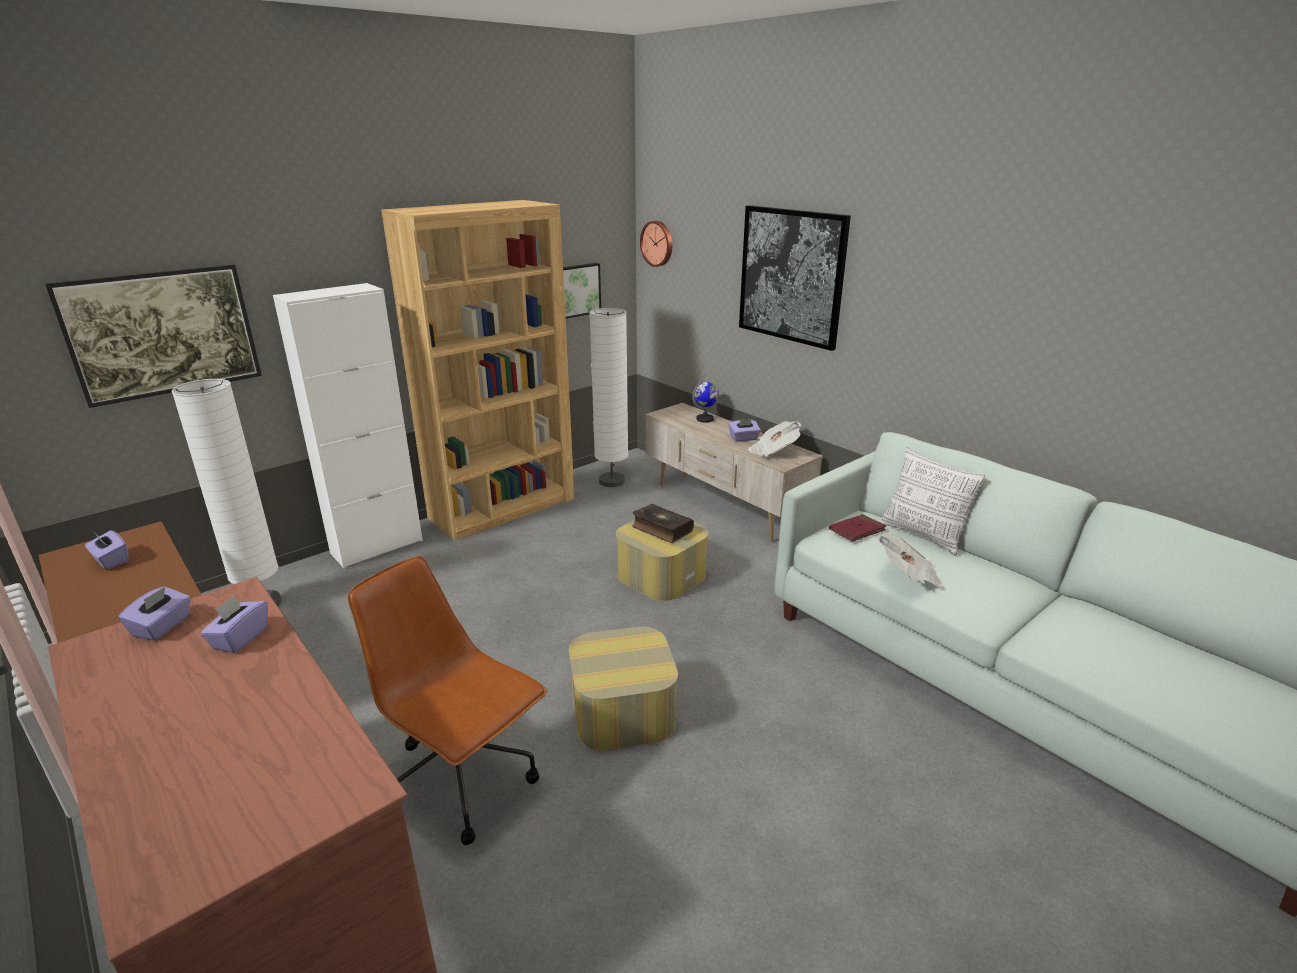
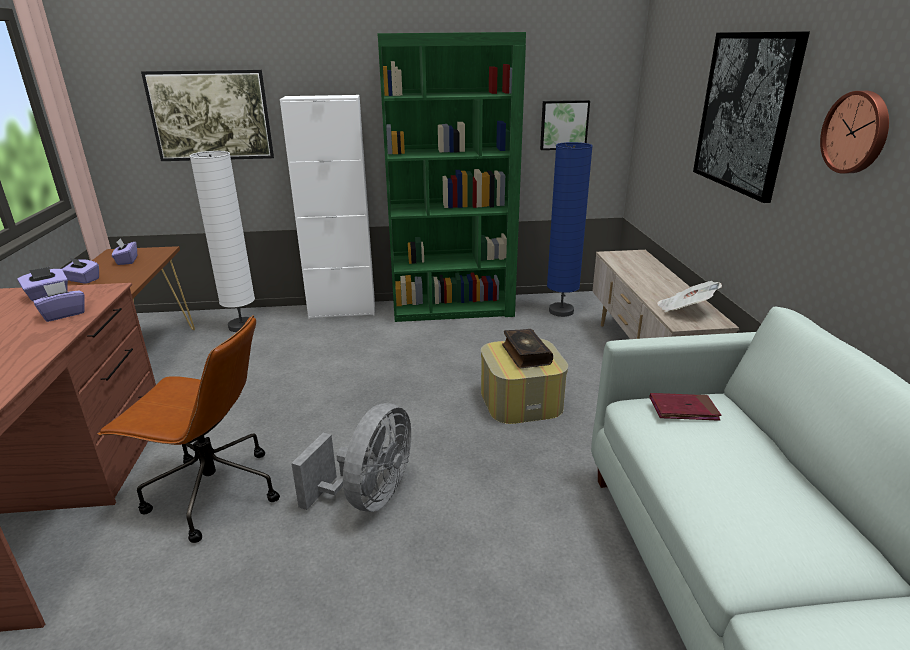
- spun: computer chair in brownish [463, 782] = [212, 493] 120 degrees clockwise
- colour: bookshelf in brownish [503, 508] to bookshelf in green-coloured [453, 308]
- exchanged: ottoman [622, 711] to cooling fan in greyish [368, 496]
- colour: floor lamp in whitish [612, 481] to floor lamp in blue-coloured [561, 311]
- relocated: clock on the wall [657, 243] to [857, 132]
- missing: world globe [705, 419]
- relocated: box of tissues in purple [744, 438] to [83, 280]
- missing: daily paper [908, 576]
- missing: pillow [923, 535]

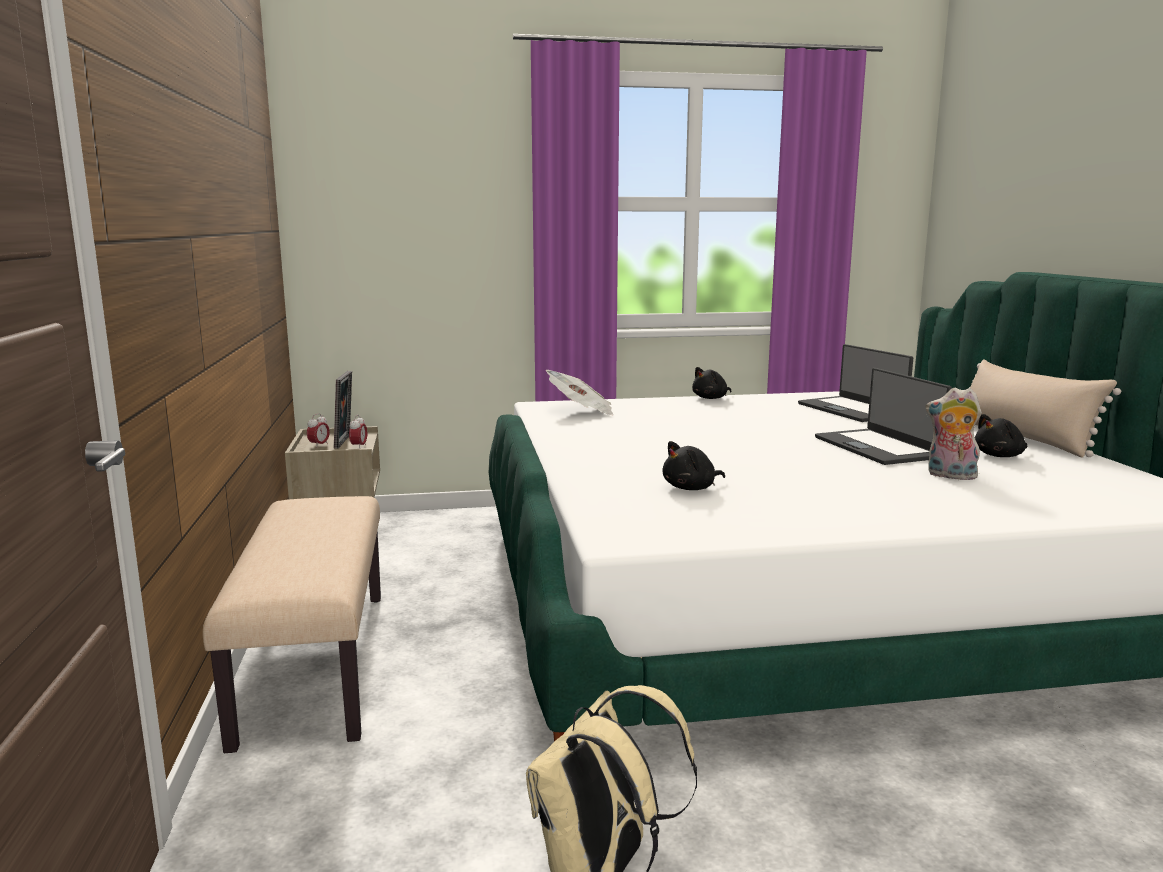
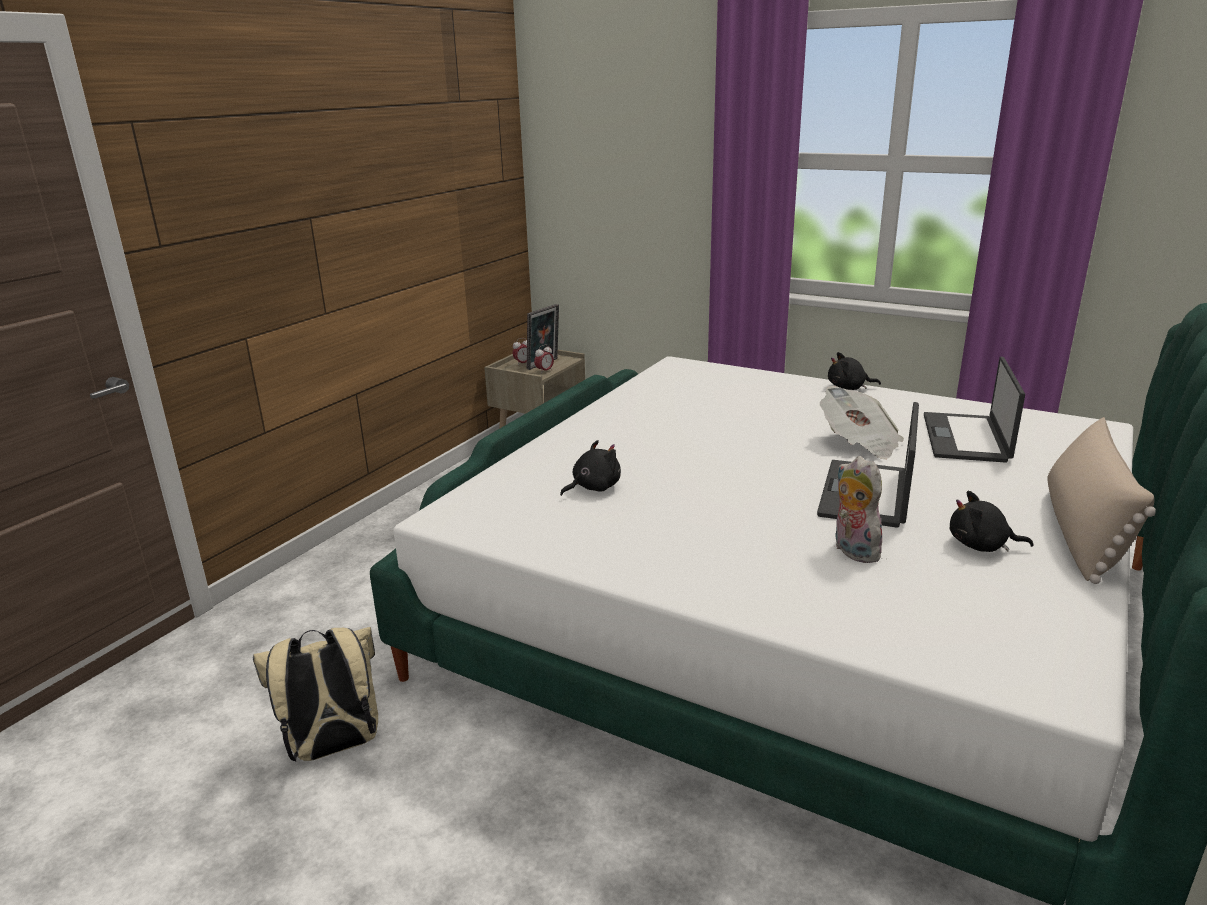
- missing: bench in beige-coloured [313, 663]
- relocated: daily paper [581, 411] to [859, 443]
- spun: cuddly toy in blackish [691, 488] = [593, 487] 135 degrees clockwise

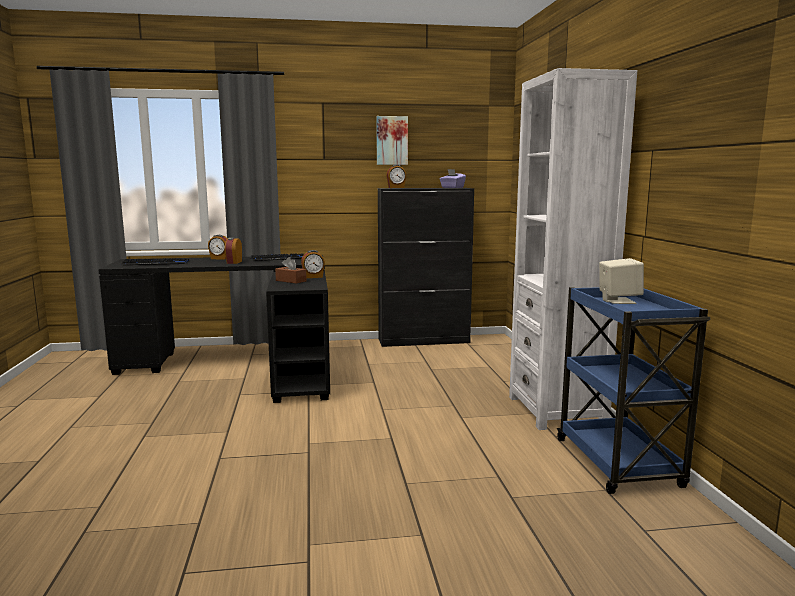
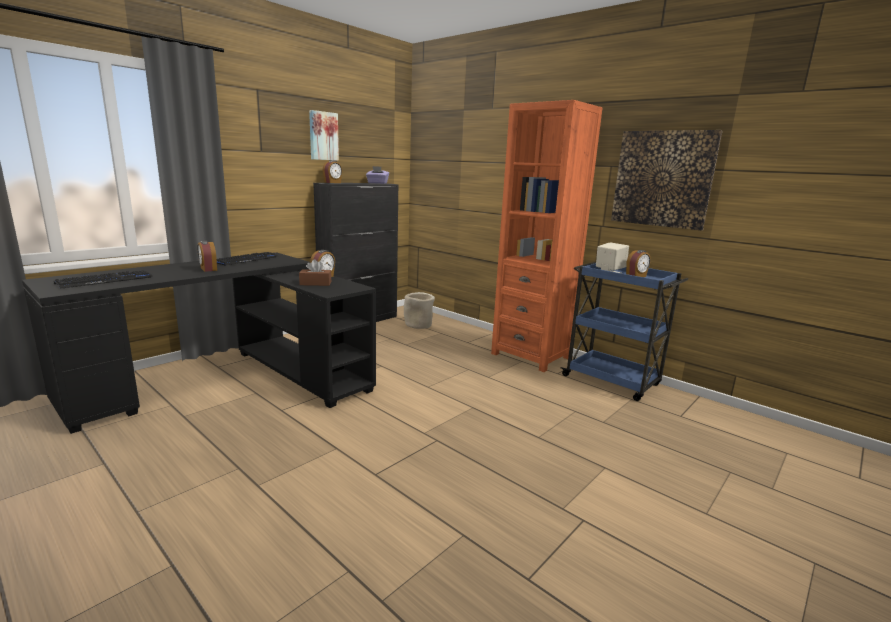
- relocated: bedside clock [220, 258] to [636, 276]
- colour: bookshelf in whitish [556, 410] to bookshelf in orange-coloured [531, 355]
- appeared: plant pot in beige-coloured [418, 325]
- appeared: picture [663, 179]

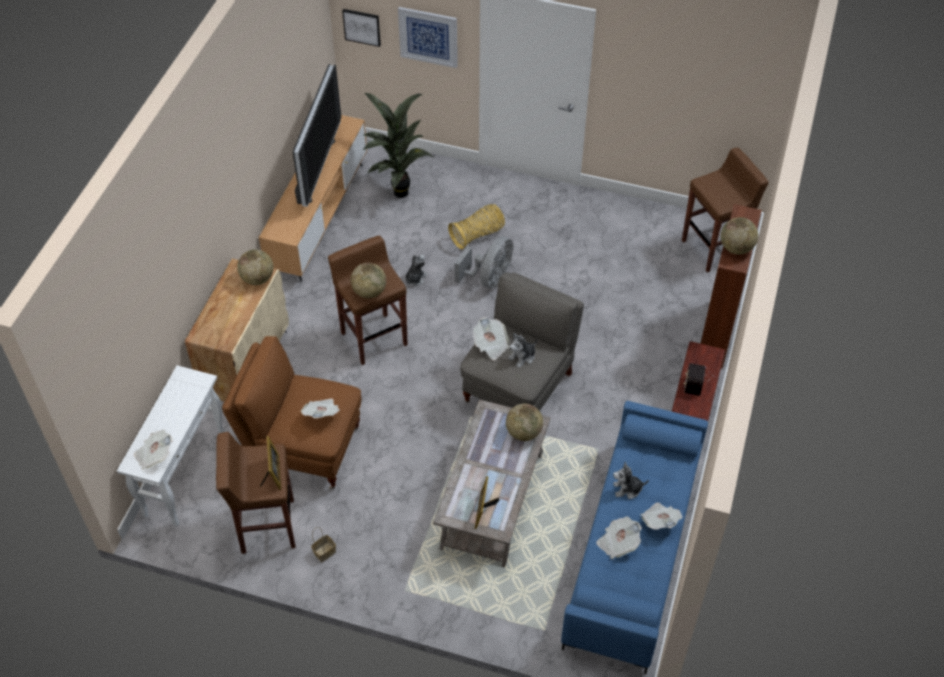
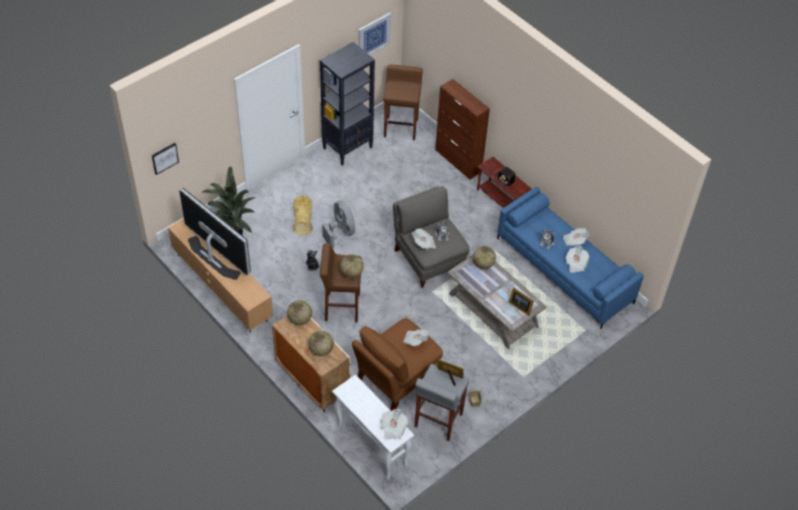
- colour: stool seat in brownish [266, 526] to stool seat in greyish [438, 421]
- relocated: picture [428, 36] to [374, 36]
- relocated: world globe [736, 248] to [321, 350]
- appeared: bookshelf in blackish [348, 148]

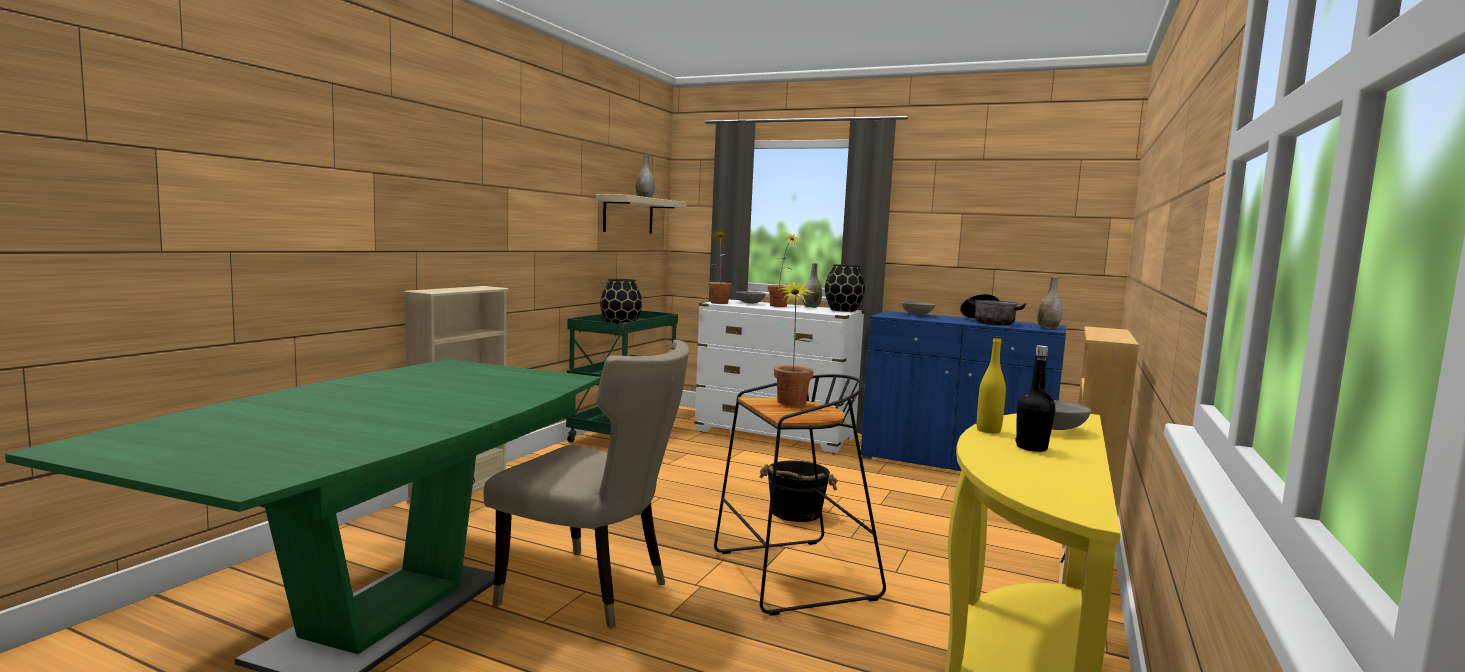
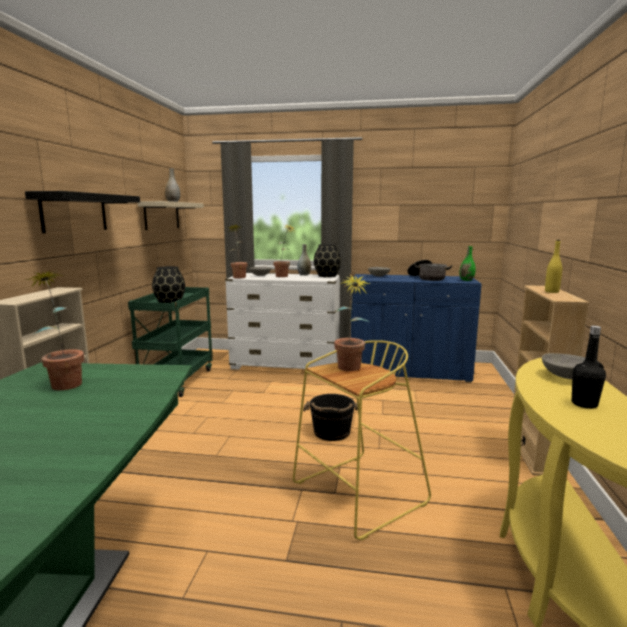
- missing: upright chair in beige-coloured [592, 592]
- colour: stool seat in blackish [792, 576] to stool seat in yellowish [358, 495]
- relocated: beverage bottle in yellowish [988, 430] to [551, 292]
- colour: vase in greyish [1048, 328] to vase in green-coloured [466, 280]
- appeared: plant in a pot [64, 382]
- appeared: shelf in blackish [75, 212]

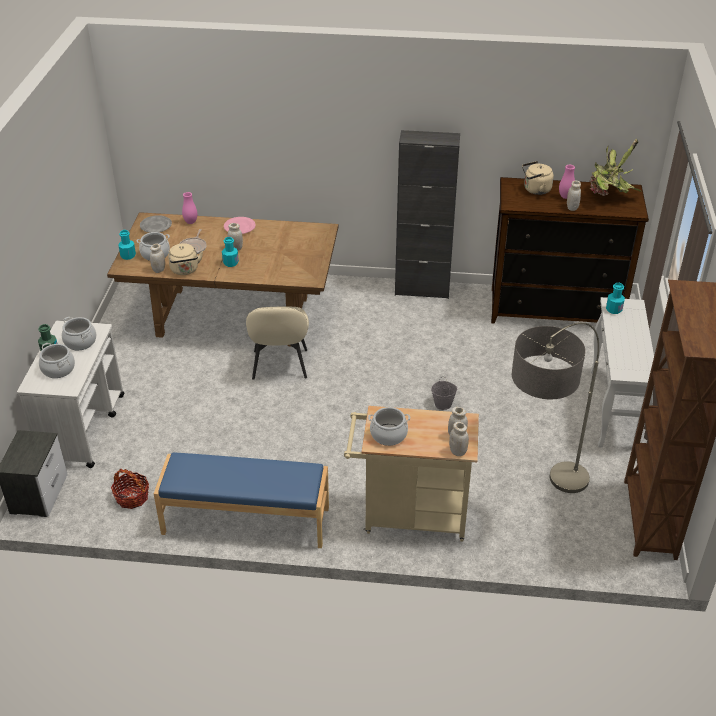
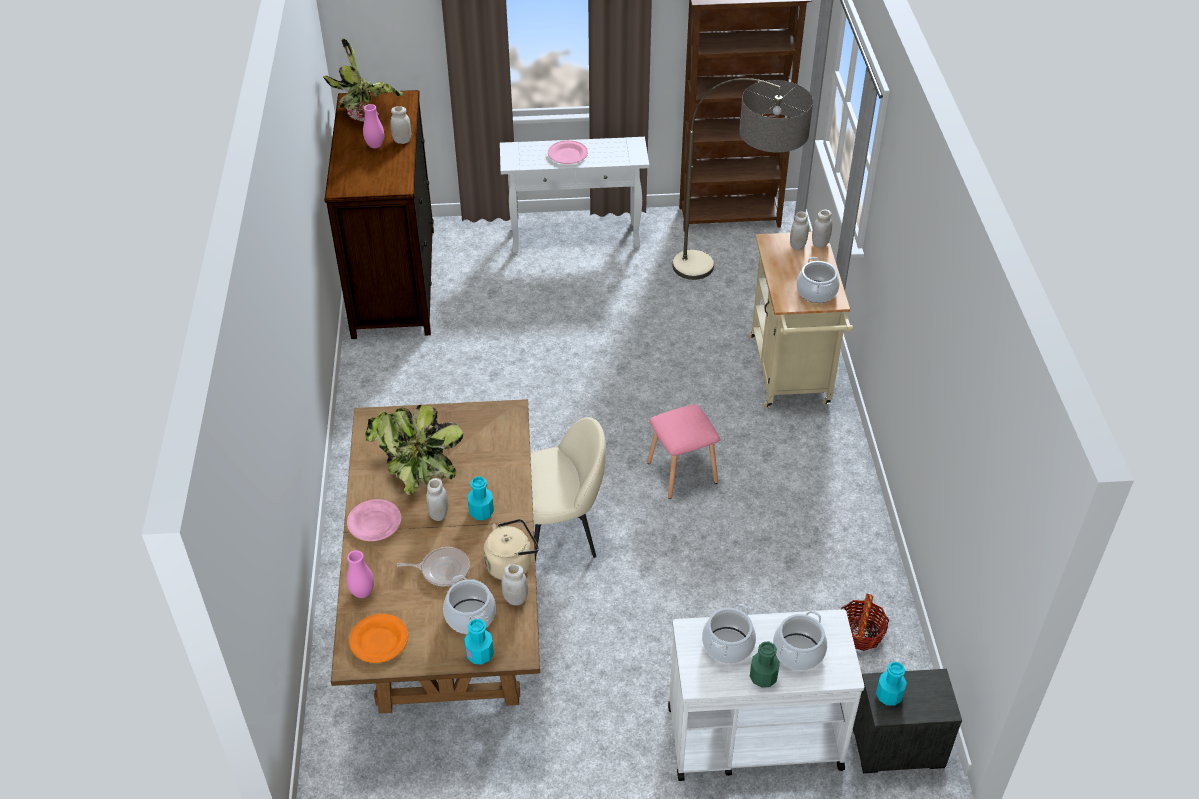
- colour: flat dish in greyish [155, 226] to flat dish in orange-coloured [379, 641]
- missing: bench in blue-coloured [246, 521]
- missing: storage cabinet in blackish [422, 290]
- missing: water bucket in greyish [443, 404]
- missing: water kettle in beige-coloured [535, 190]
- relocated: beverage bottle in turquoise [613, 309] to [889, 695]
- appeared: plant in a pot [415, 470]
- appeared: flat dish in pink [568, 155]
- appeared: stool seat in pink [681, 473]

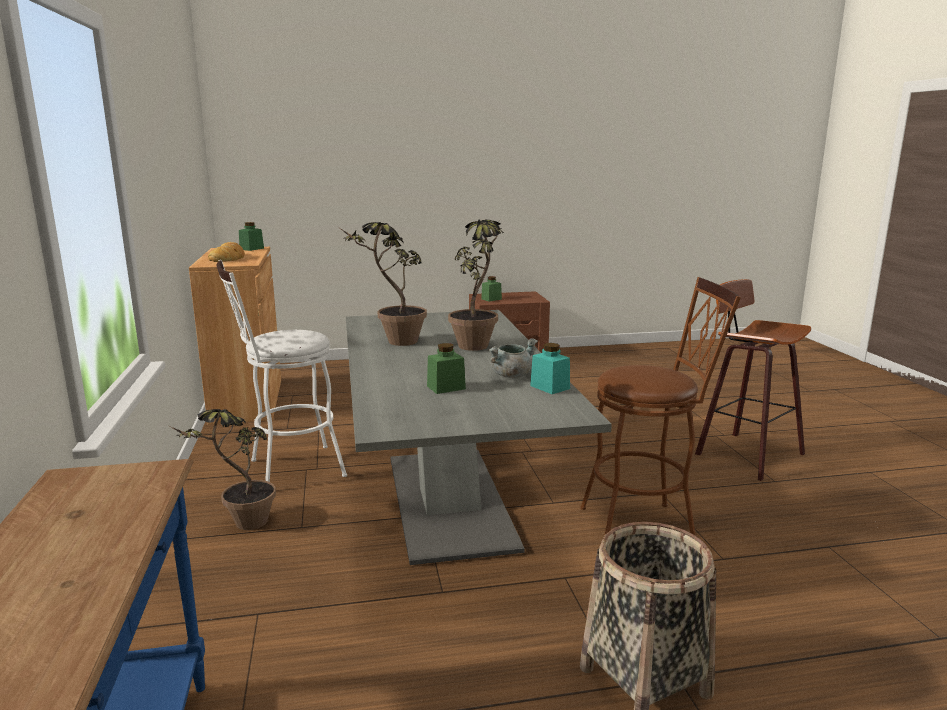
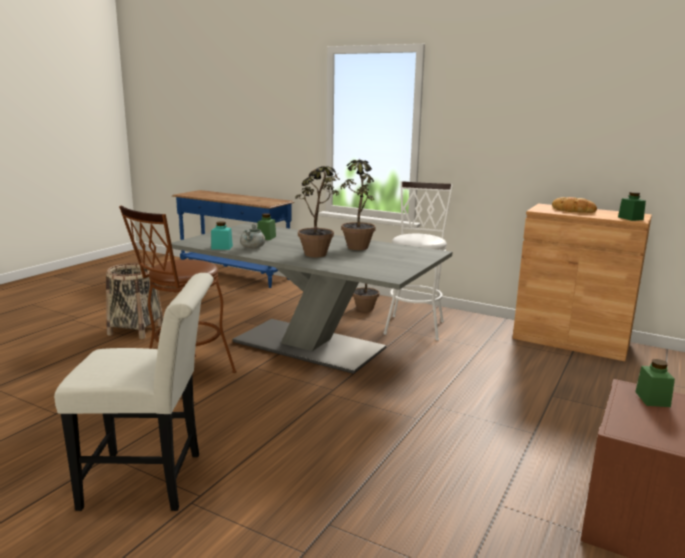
- exchanged: stool seat [745, 454] to upright chair in whitish [152, 480]

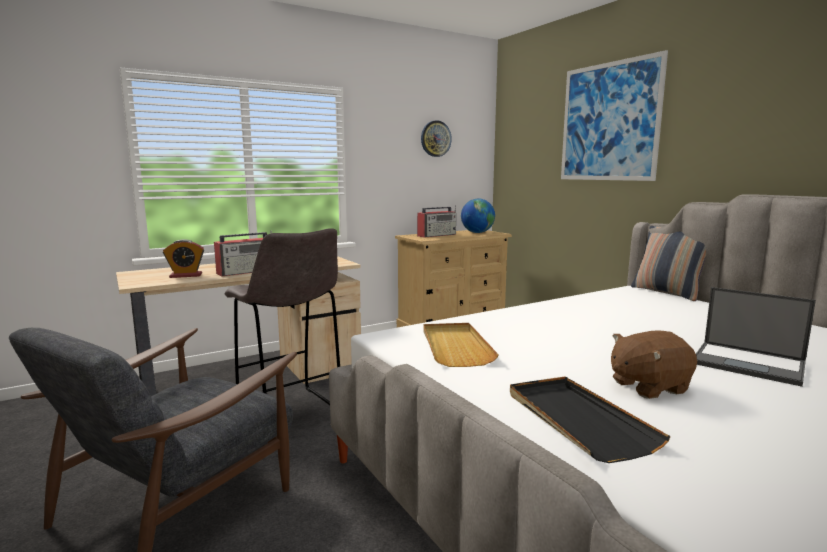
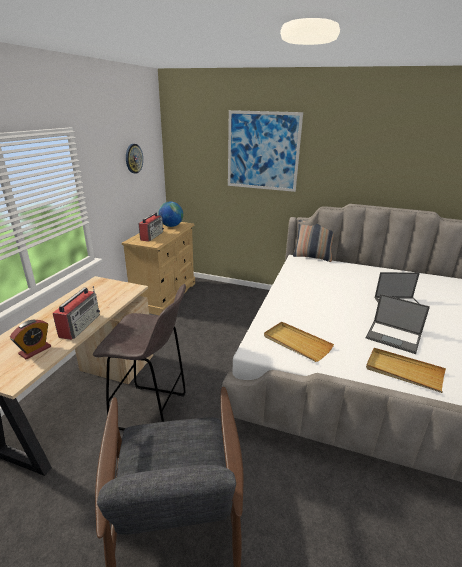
- colour: carrying tray in blackish [577, 420] to carrying tray in beige-coloured [404, 371]
- exchanged: cuddly toy in brownish [648, 386] to laptop [394, 337]

